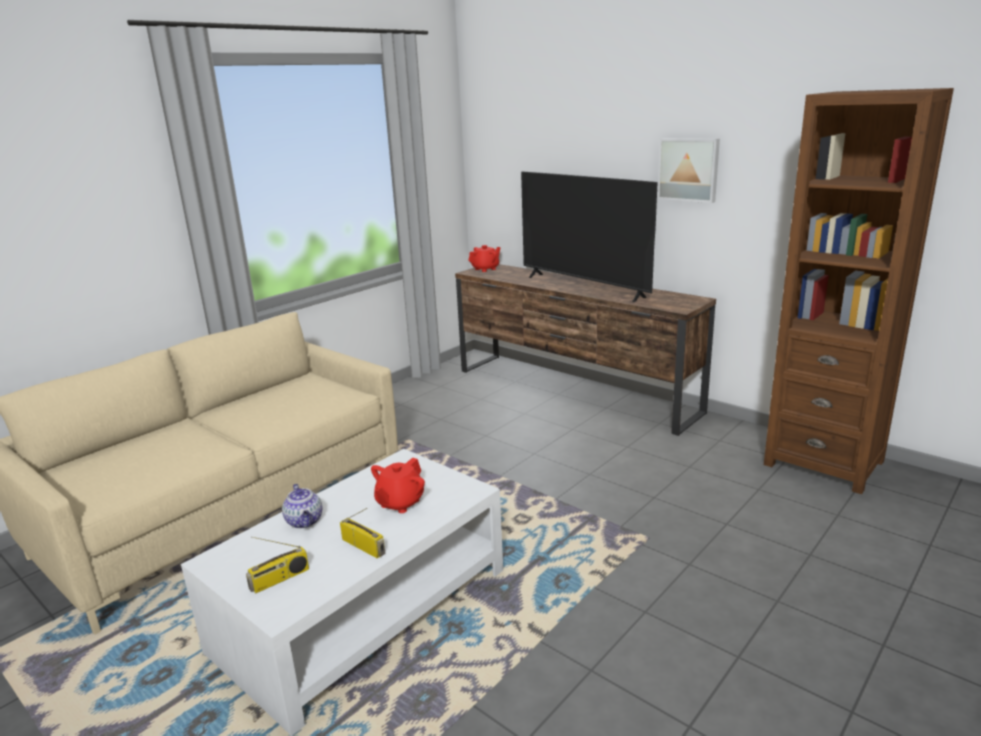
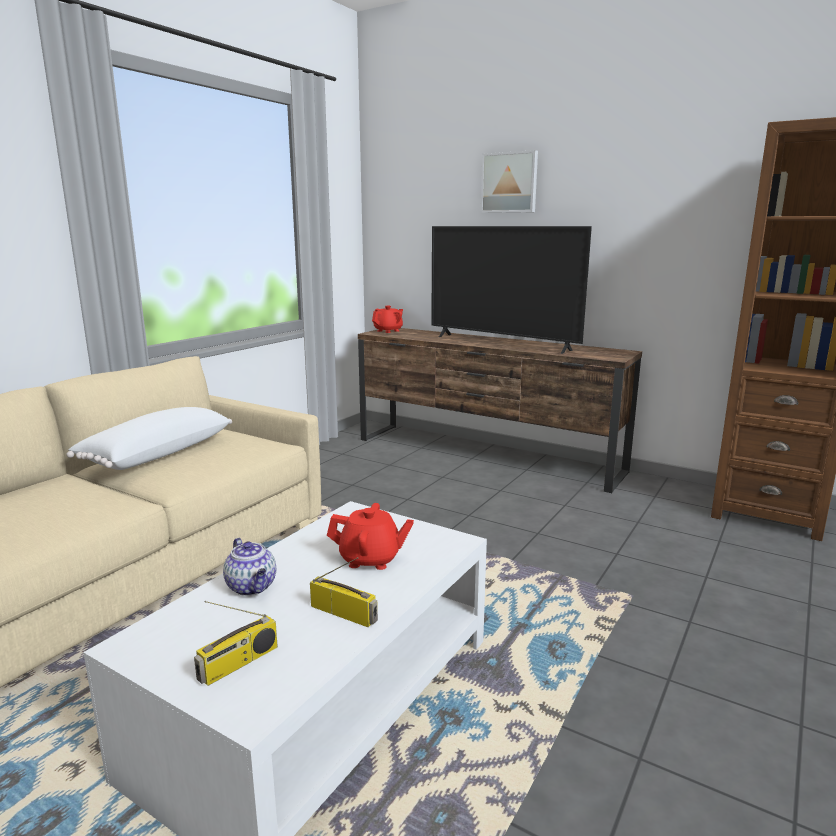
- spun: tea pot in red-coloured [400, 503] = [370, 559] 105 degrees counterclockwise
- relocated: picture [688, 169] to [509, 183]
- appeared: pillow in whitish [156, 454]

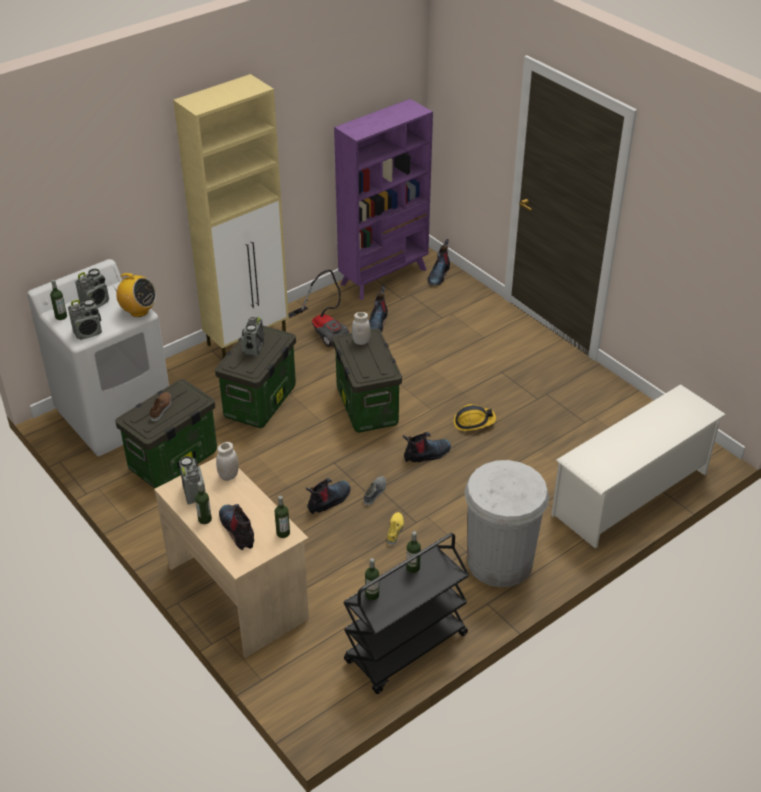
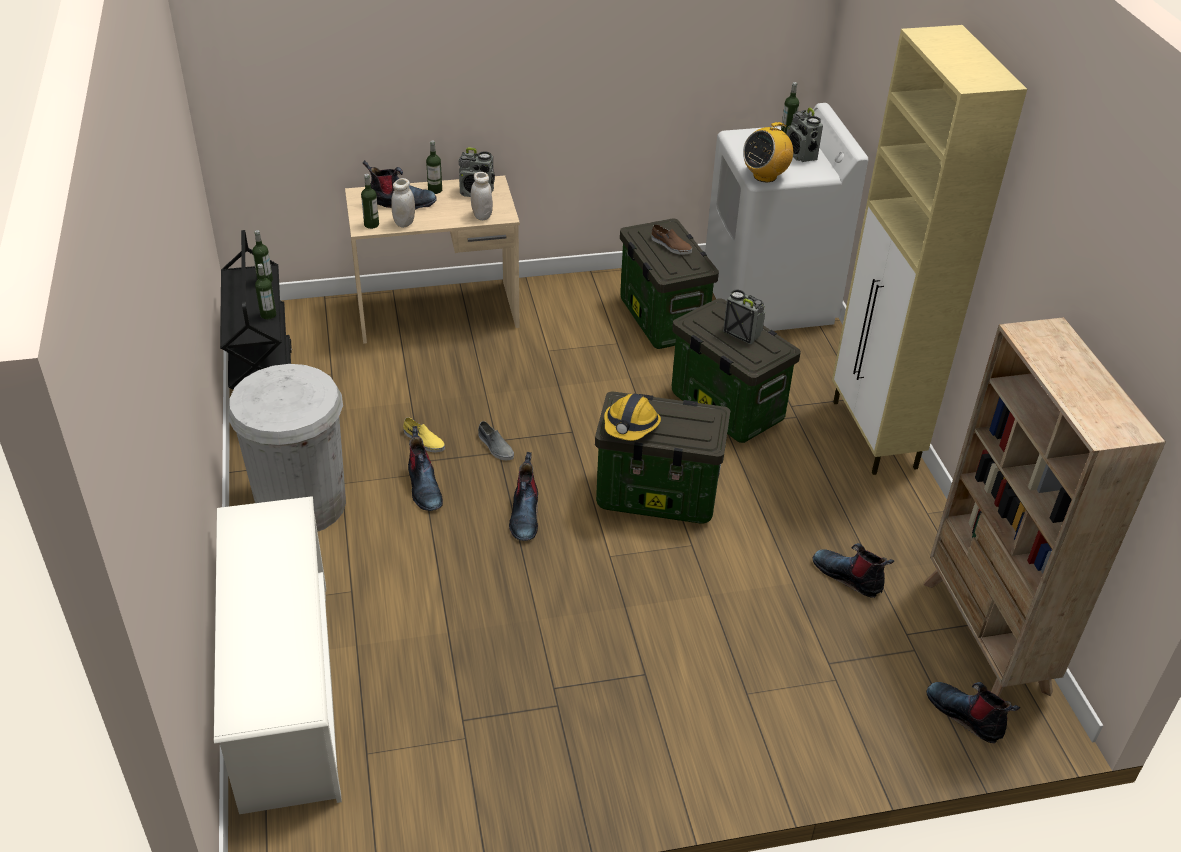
- missing: radio set [88, 333]
- missing: hoover [324, 330]
- relocated: boot [329, 501] to [424, 487]
- colour: bookshelf in purple [384, 276] to bookshelf in beige-coloured [985, 637]
- relocated: jar in whitish [361, 341] to [404, 223]
- relocated: work helmet [473, 422] to [631, 426]

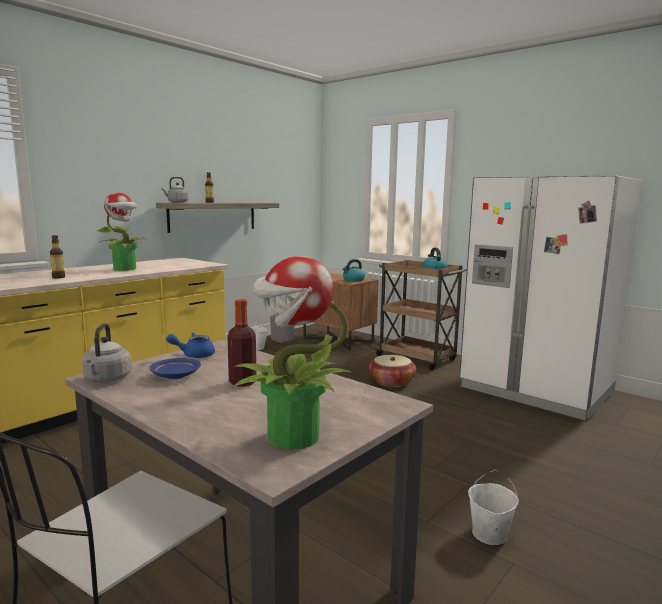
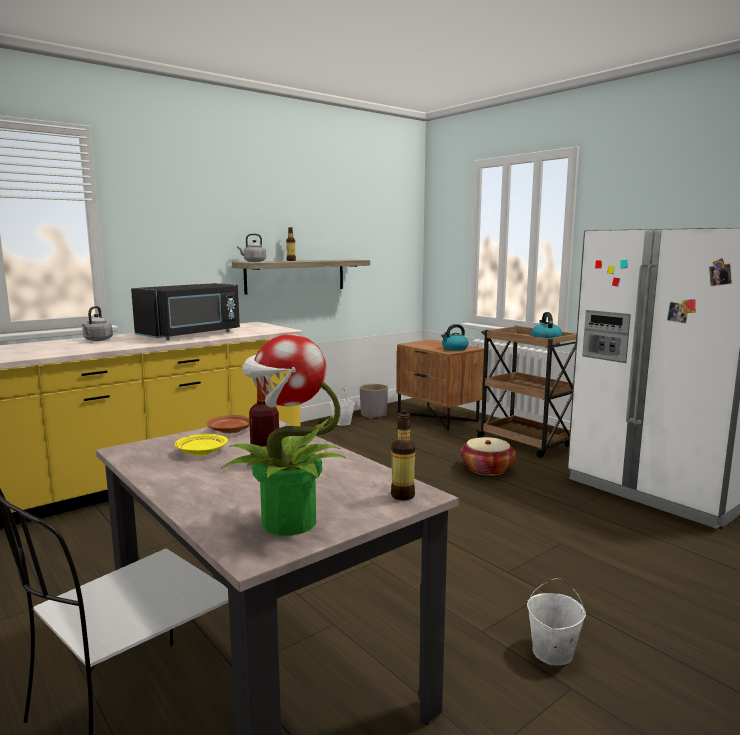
- relocated: beverage bottle [58, 277] to [402, 495]
- relocated: water kettle in greyish [107, 379] to [97, 340]
- exchanged: plant in a pot [125, 269] to microwave oven in blackish [192, 335]
- colour: flat dish in blue-coloured [175, 375] to flat dish in yellowish [201, 452]
- exchanged: tea pot in blue-coloured [194, 355] to flat dish in brownish [230, 431]

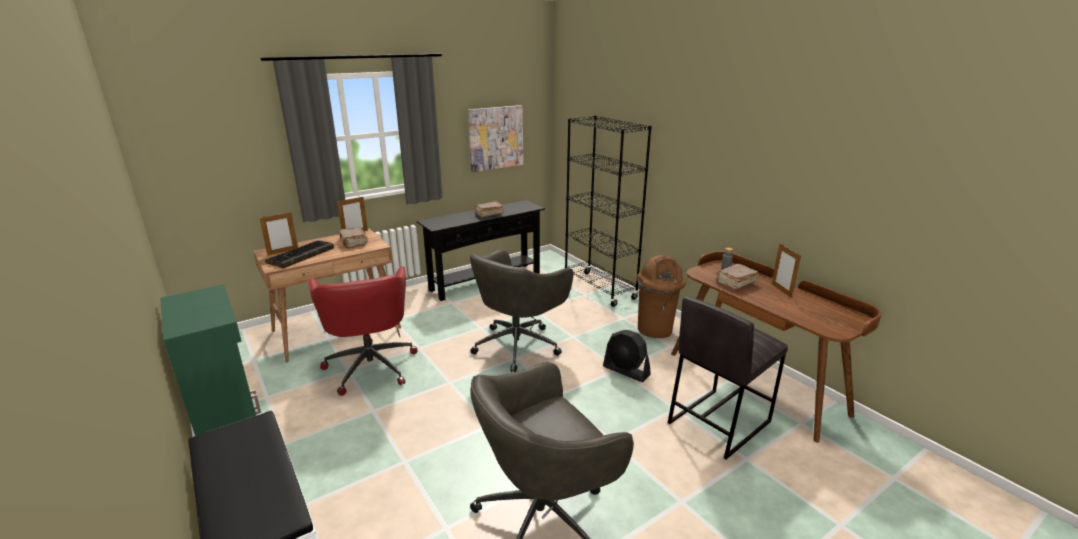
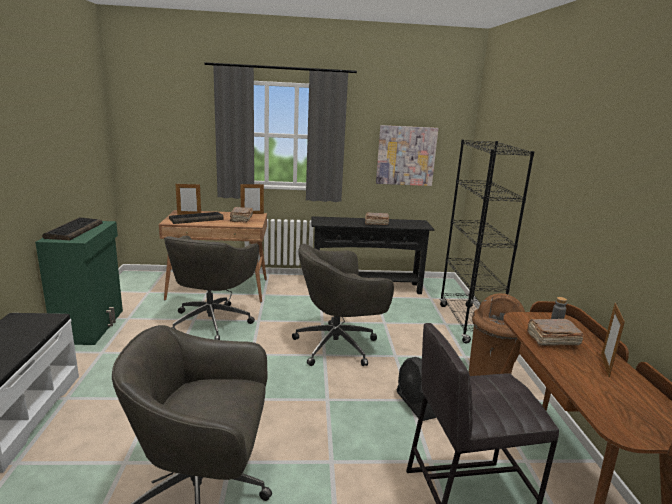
- colour: computer chair in red-coloured [371, 365] to computer chair in greyish [212, 321]
- appeared: computer keyboard [74, 230]

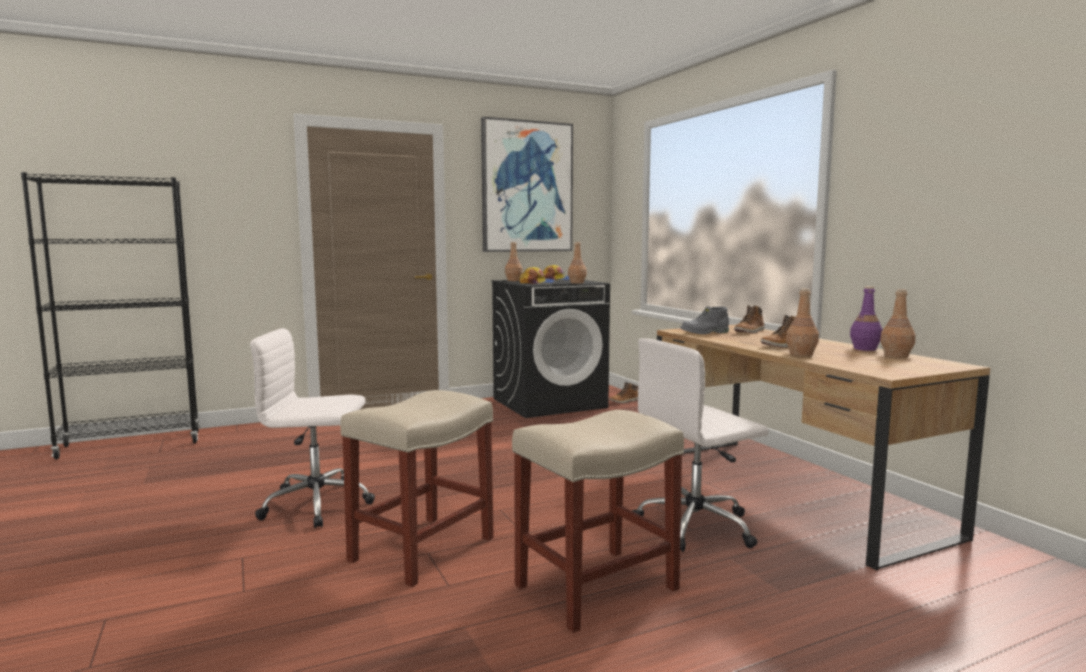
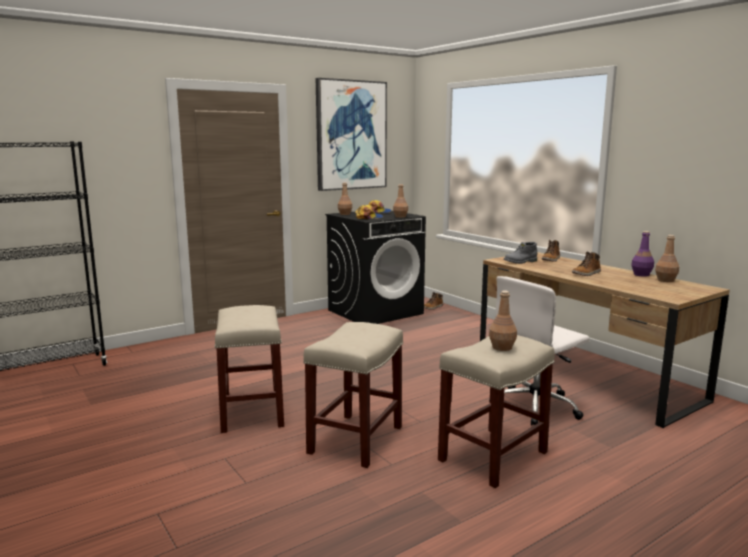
- exchanged: computer chair in whitish [319, 504] to stool seat in beige-coloured [251, 411]
- relocated: beverage bottle in brownish [800, 354] to [501, 347]

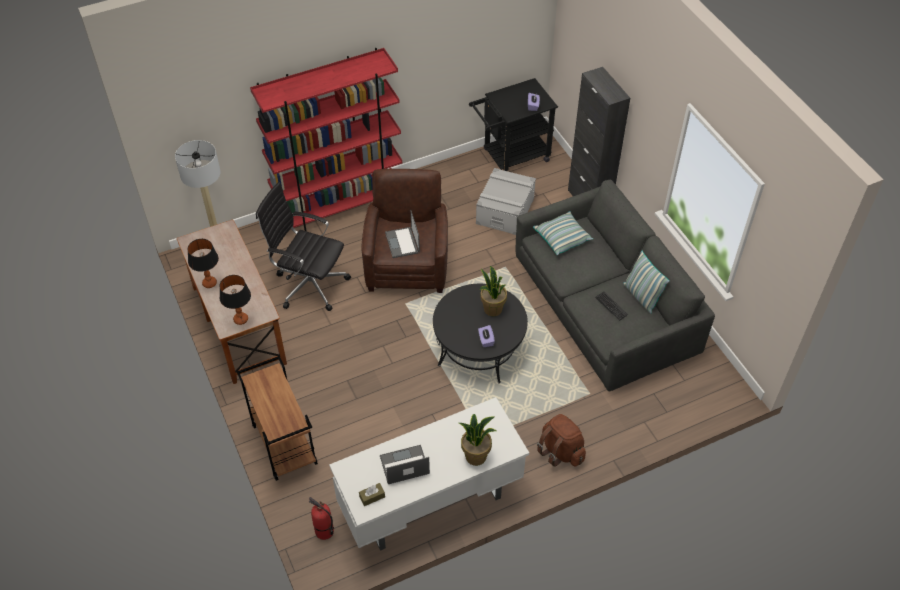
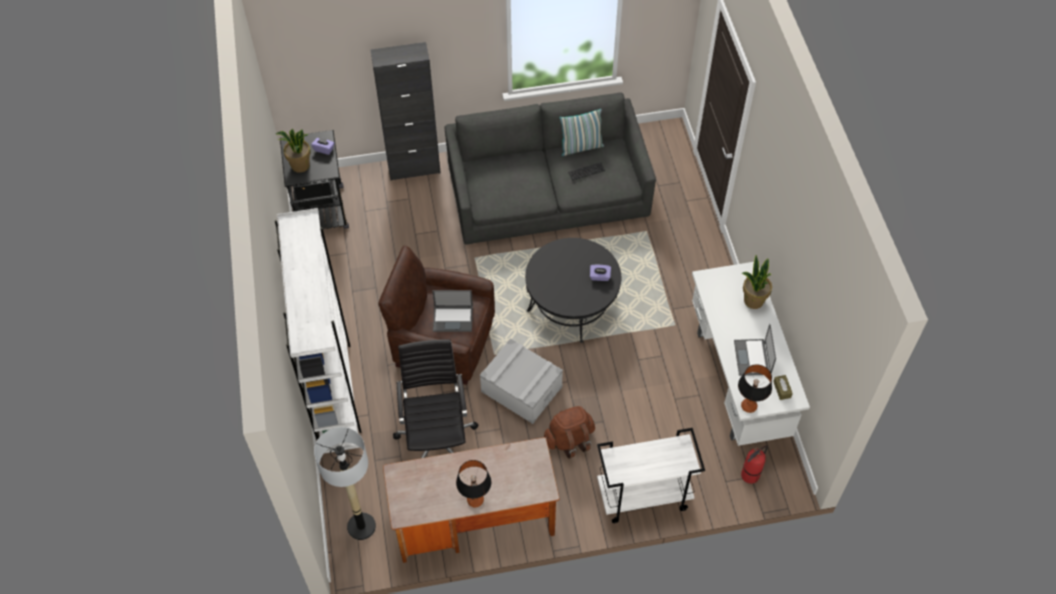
- relocated: table lamp [241, 319] to [748, 406]
- colour: wheeled cart in brownish [283, 444] to wheeled cart in whitish [643, 497]
- colour: bookshelf in red-coloured [340, 209] to bookshelf in whitish [334, 391]
- spun: computer chair in blackish [309, 284] = [437, 440] 135 degrees clockwise
- relocated: storage box in greyish [505, 211] to [521, 389]
- relocated: plant in a pot [492, 309] to [300, 166]
- missing: pillow [562, 238]
- relocated: knapsack in brownish [561, 451] to [569, 440]

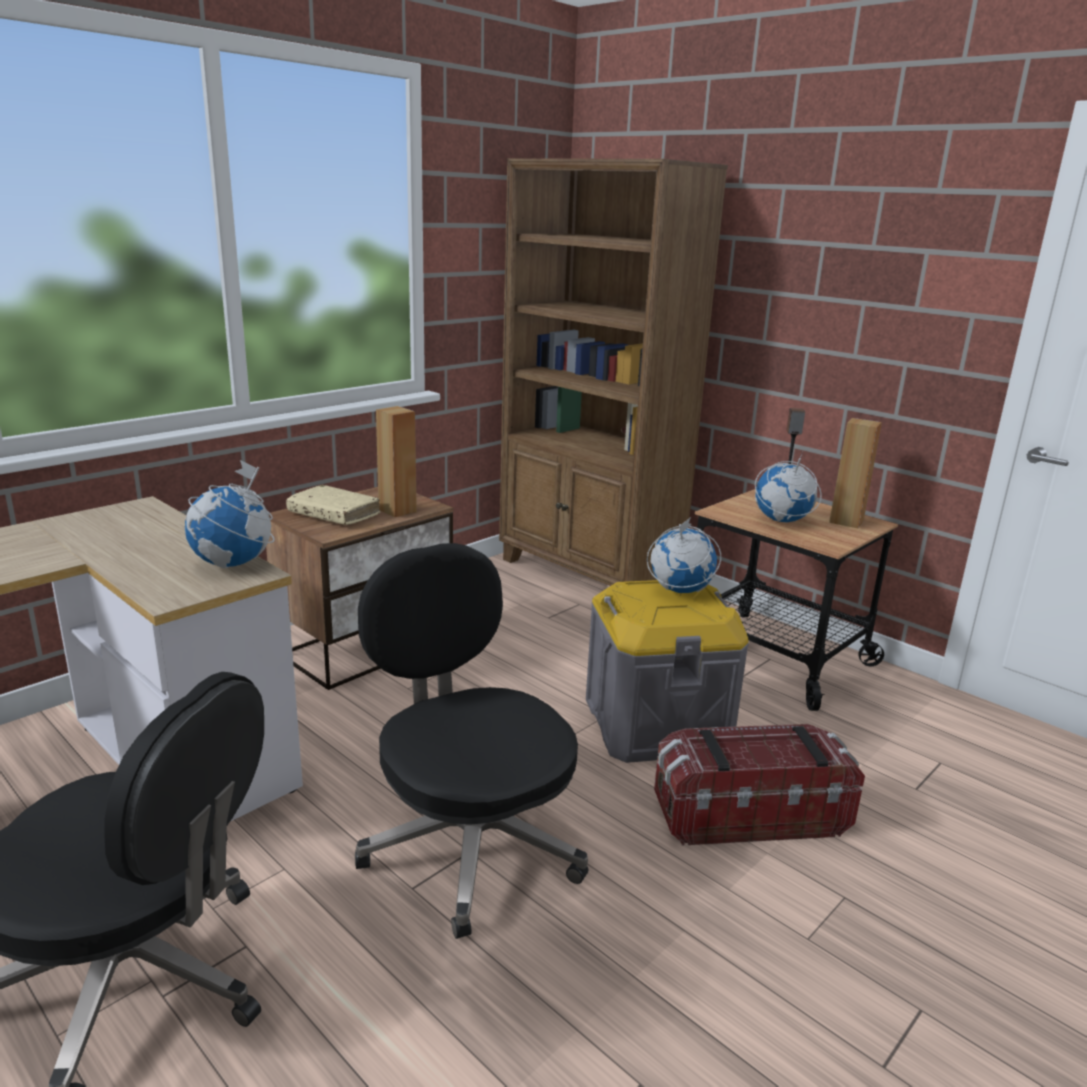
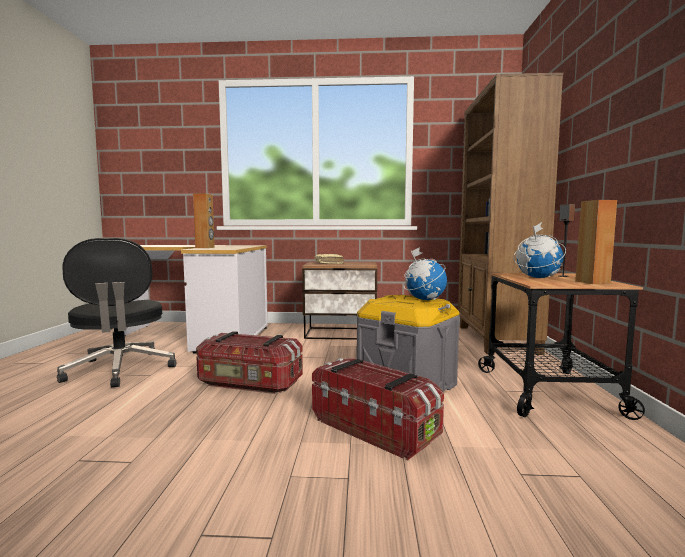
- missing: world globe [233, 563]
- exchanged: computer chair in blackish [470, 844] to storage box [249, 383]
- relocated: audio speaker in brownish [398, 510] to [205, 247]

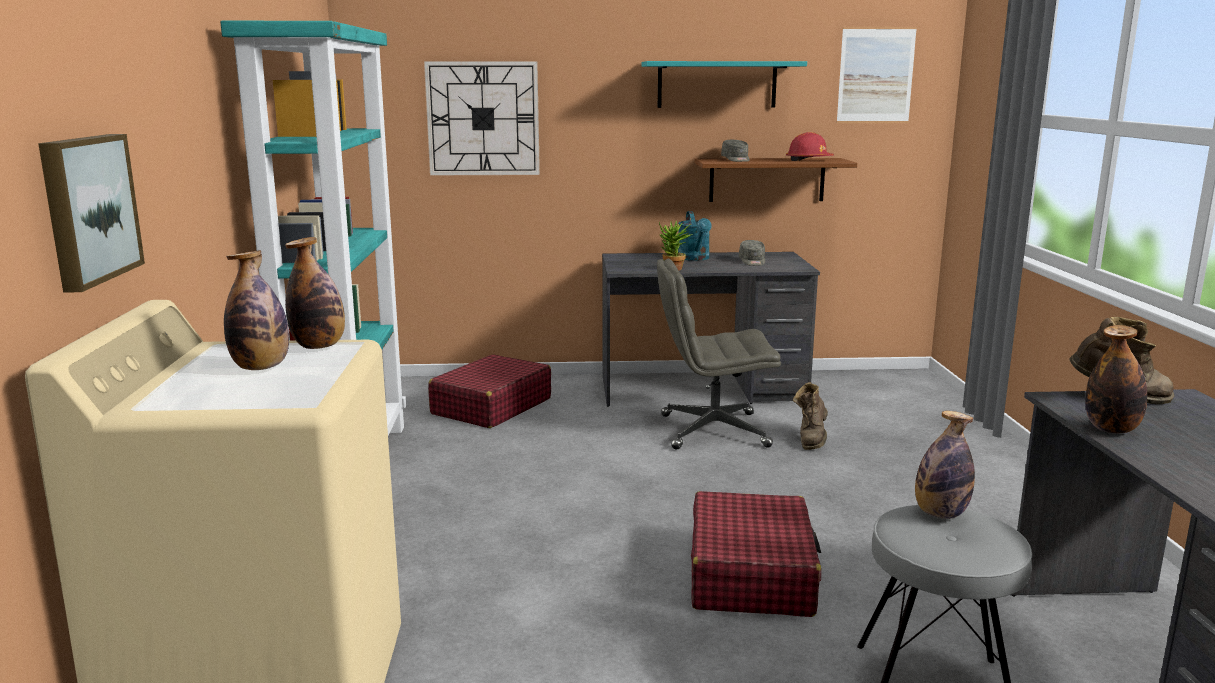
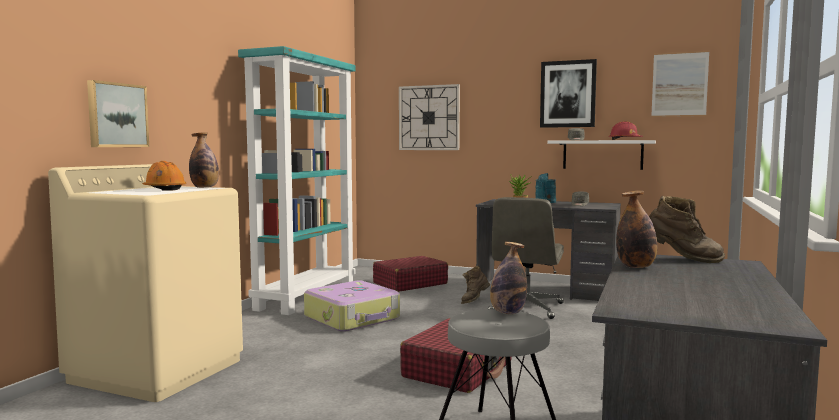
- exchanged: beverage bottle [261, 367] to work helmet in orange-coloured [164, 189]
- exchanged: shelf in turquoise [717, 84] to picture [568, 94]
- spun: computer chair in greyish [712, 431] = [526, 308] 90 degrees counterclockwise
- colour: shelf in brownish [767, 179] to shelf in whitish [602, 154]
- relocated: boot in brownish [811, 440] to [474, 301]
- appeared: piece of luggage [353, 318]

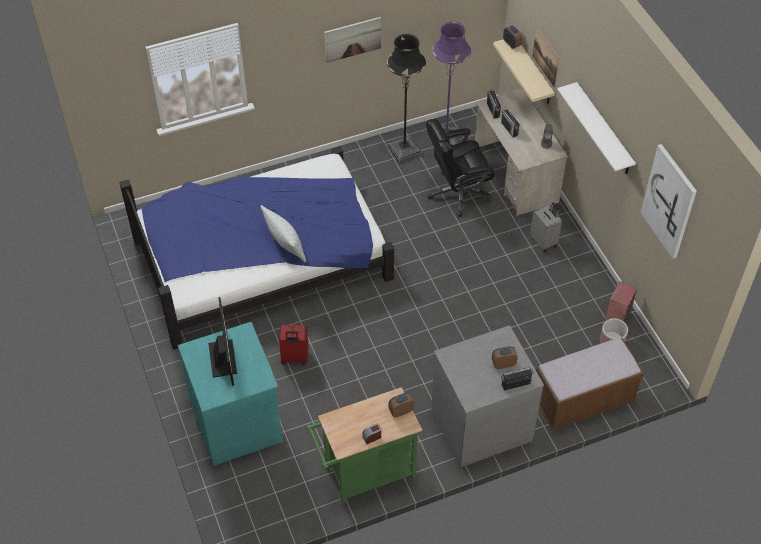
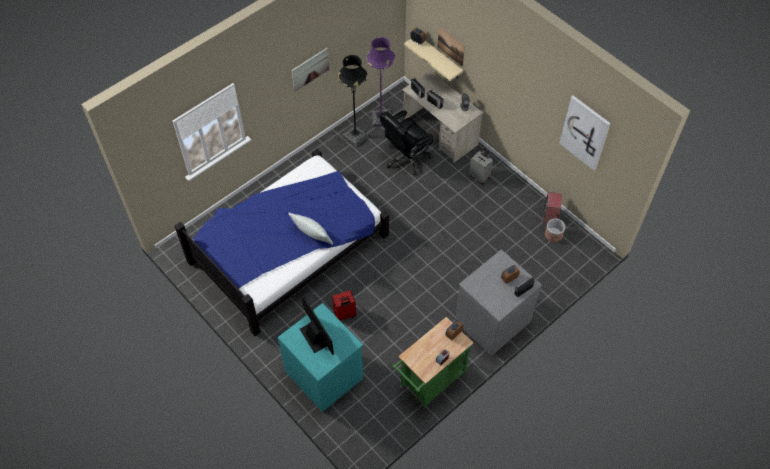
- missing: bench in brownish [583, 400]
- missing: shelf in whitish [603, 130]

